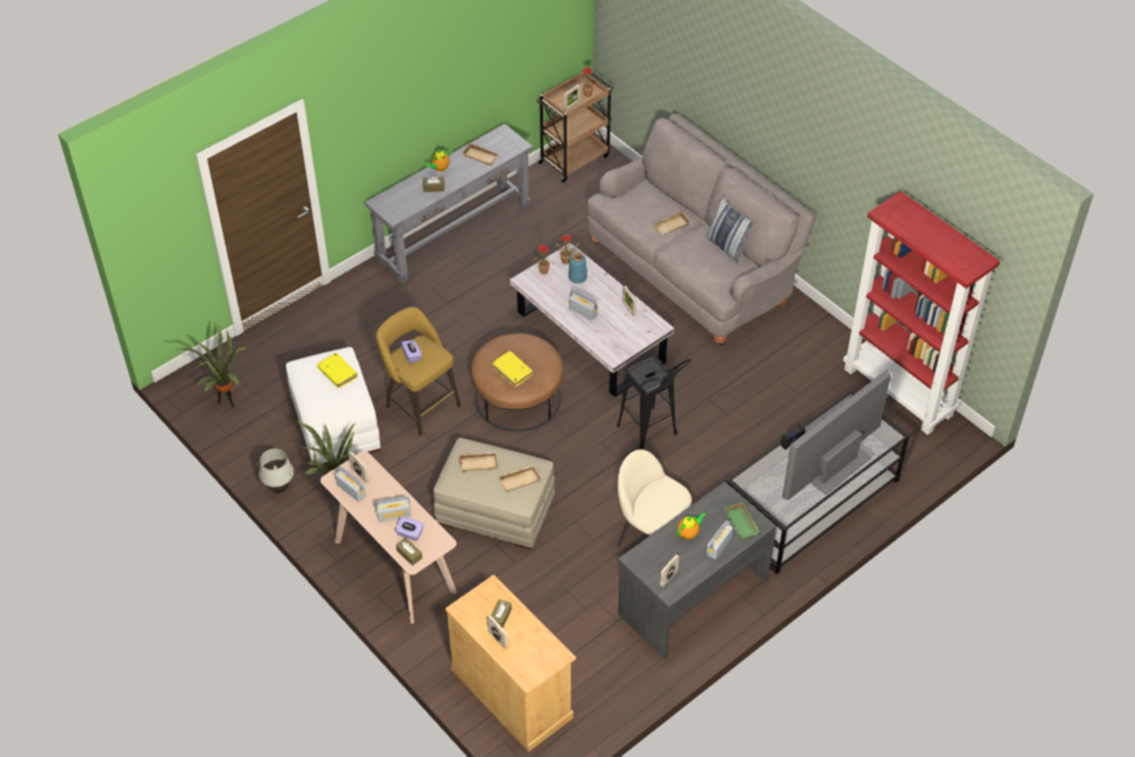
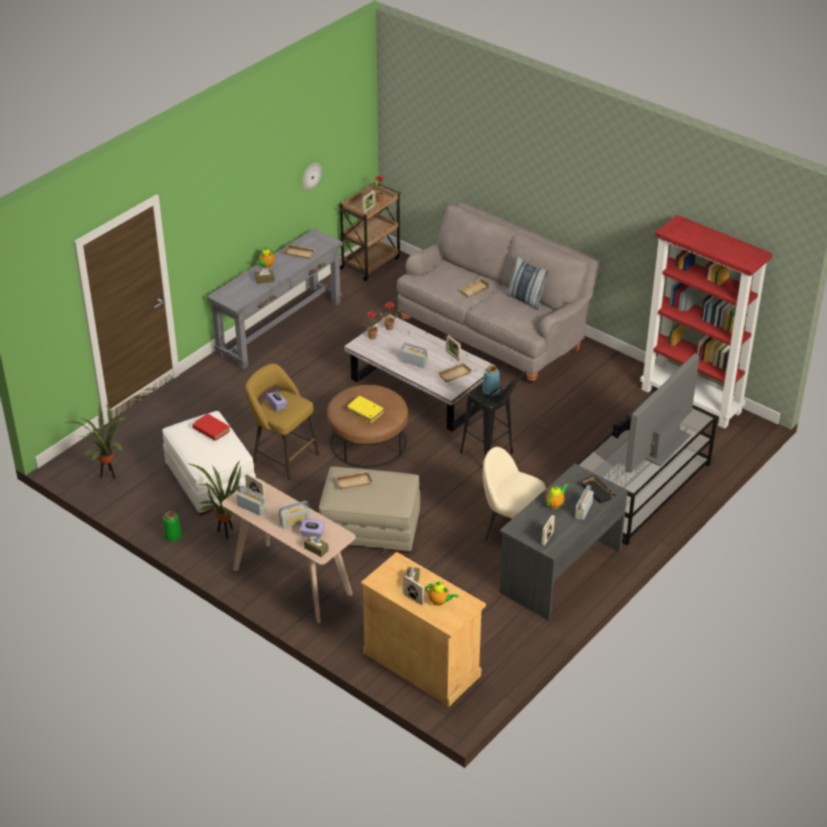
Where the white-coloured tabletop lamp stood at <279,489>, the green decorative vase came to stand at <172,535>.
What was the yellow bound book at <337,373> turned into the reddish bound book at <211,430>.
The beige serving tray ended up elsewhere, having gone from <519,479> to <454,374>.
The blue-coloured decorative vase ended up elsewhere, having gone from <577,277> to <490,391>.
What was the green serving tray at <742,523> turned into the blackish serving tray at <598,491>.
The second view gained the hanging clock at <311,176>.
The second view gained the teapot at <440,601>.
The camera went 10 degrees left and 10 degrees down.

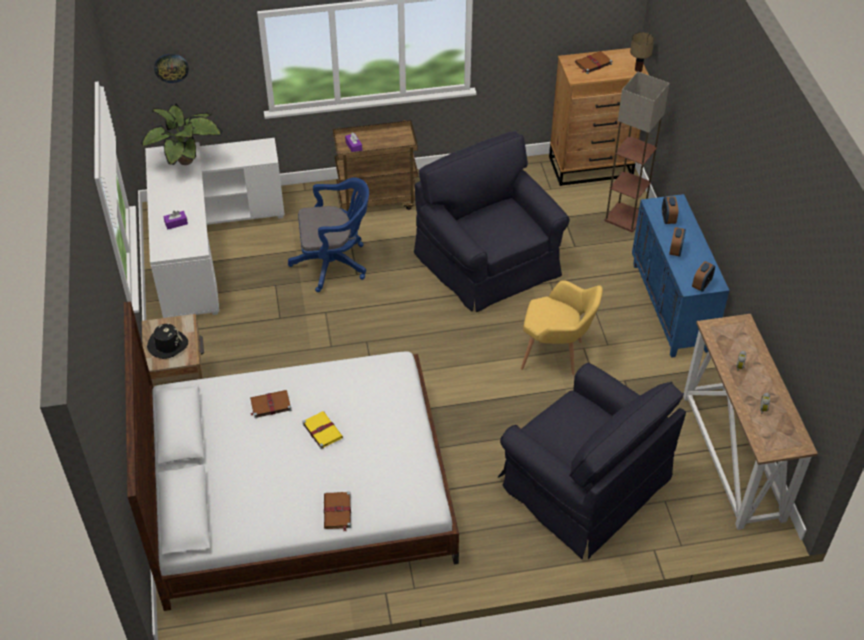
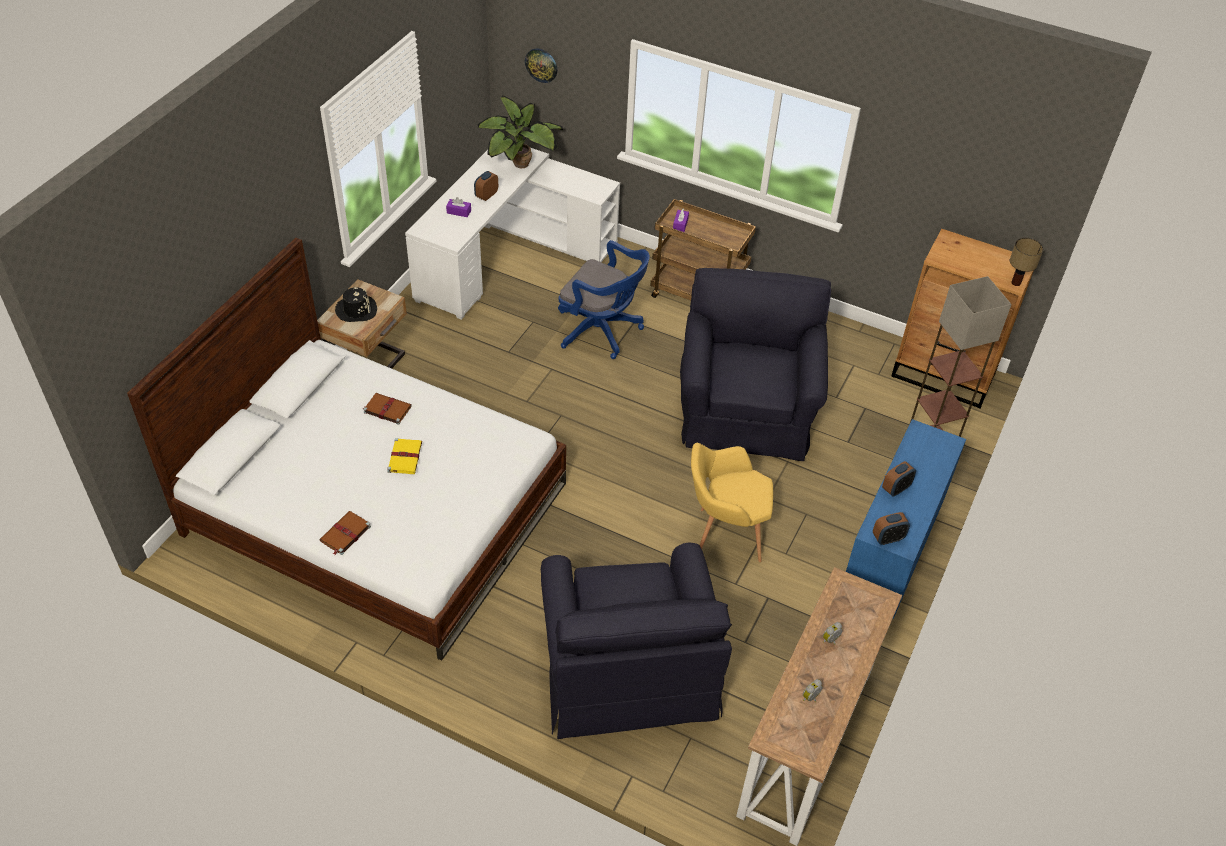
The yellow lounge chair at <556,355> ended up facing another way, 135 degrees clockwise from before.
The second view lost the brown-coloured bound book at <593,63>.
The table clock ended up elsewhere, having gone from <668,219> to <486,195>.
The camera went 35 degrees right and 0 degrees up.

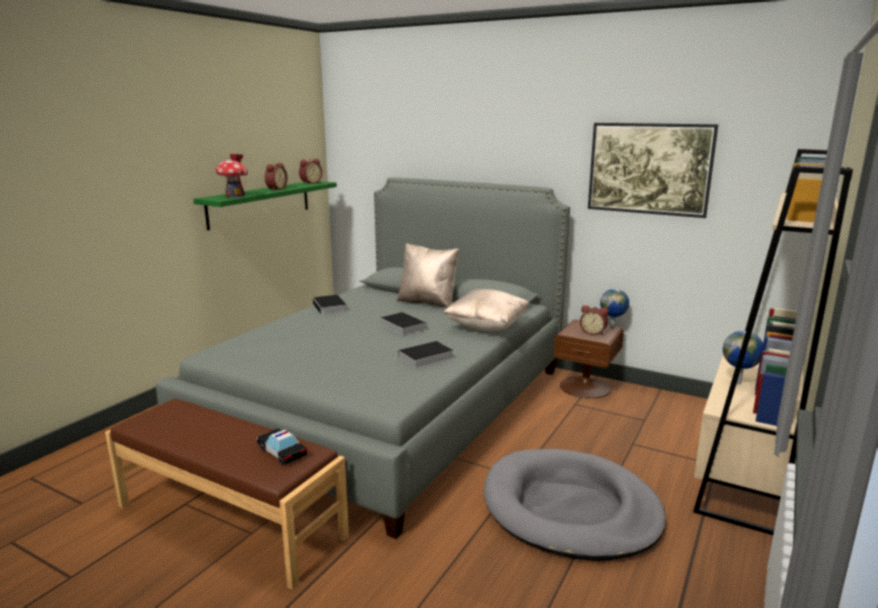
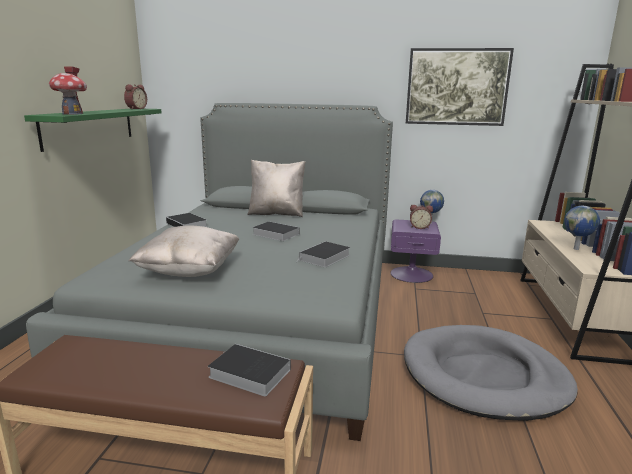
Where the model car stood at <282,452>, the bound book came to stand at <247,373>.
The second view lost the table clock at <275,189>.
The beige throw pillow ended up elsewhere, having gone from <486,326> to <190,271>.
What was the brown-coloured bedside table at <585,386> turned into the purple-coloured bedside table at <411,274>.
The camera went 20 degrees left and 0 degrees up.

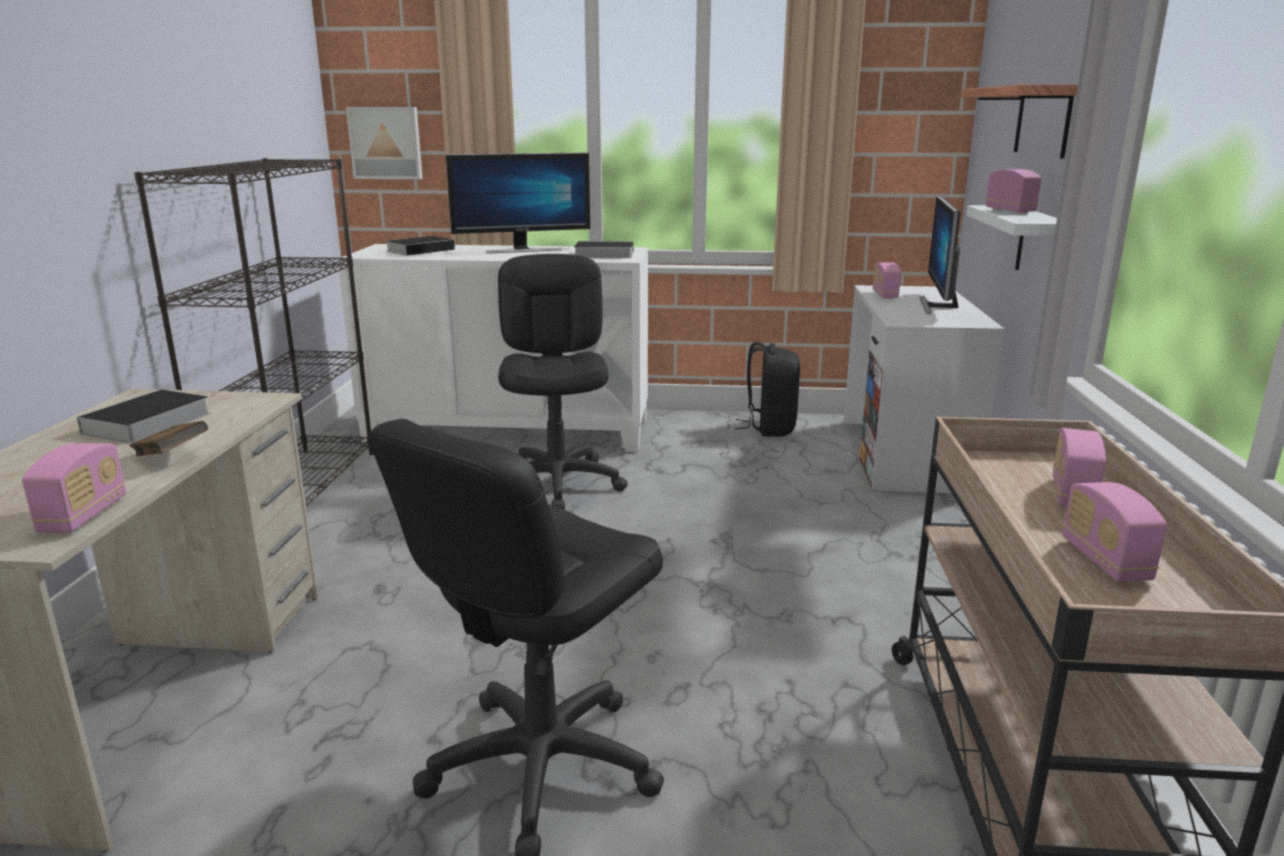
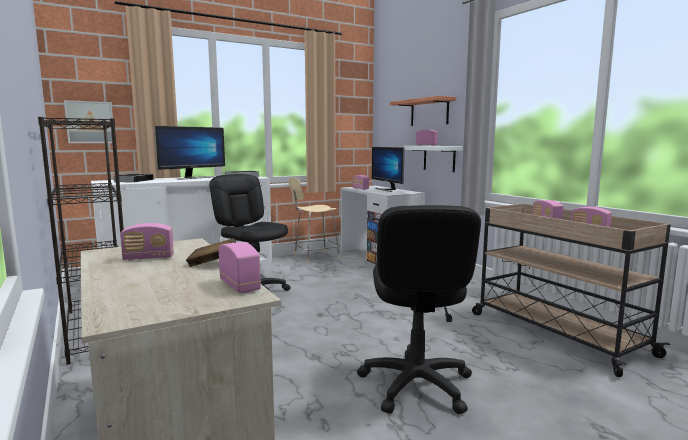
Where the bound book stood at <145,424>, the radio came to stand at <149,258>.
Where the blackish rucksack stood at <769,428>, the beige chair came to stand at <315,257>.
The camera went 35 degrees left and 10 degrees down.

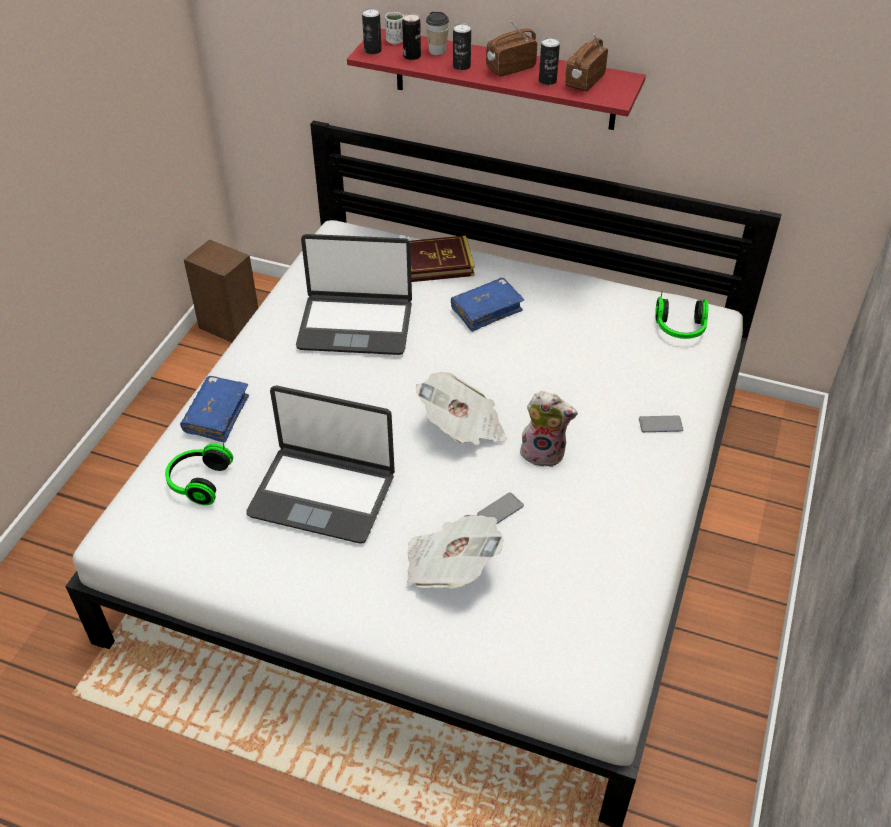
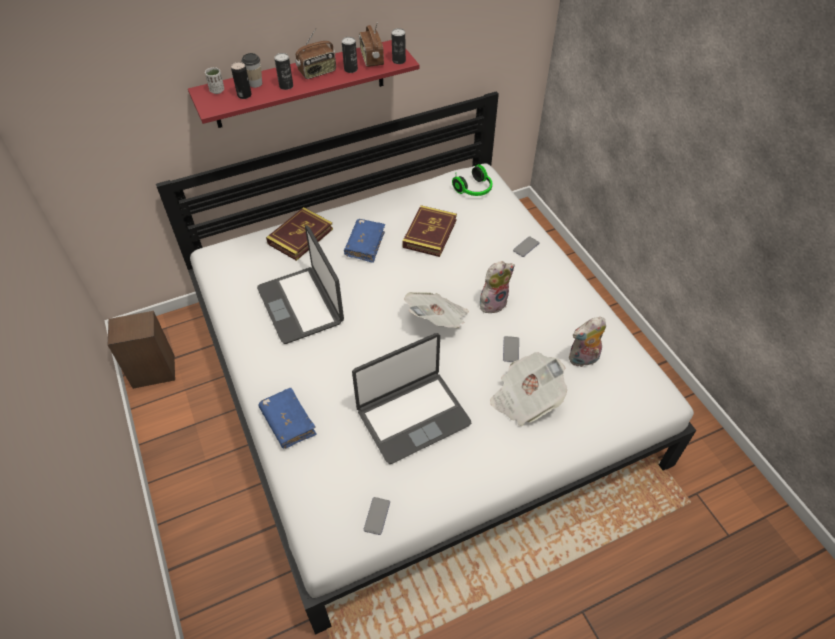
The second view lost the headset at <198,482>.
The portable computer at <355,325> ended up facing another way, 105 degrees clockwise from before.
The metal can ended up elsewhere, having gone from <372,50> to <399,61>.
The radio at <510,68> ended up facing another way, 135 degrees counterclockwise from before.
The second view gained the phone at <377,516>.
The second view gained the bound book at <430,233>.
The second view gained the soft toy at <583,360>.
The camera went 45 degrees left and 5 degrees up.

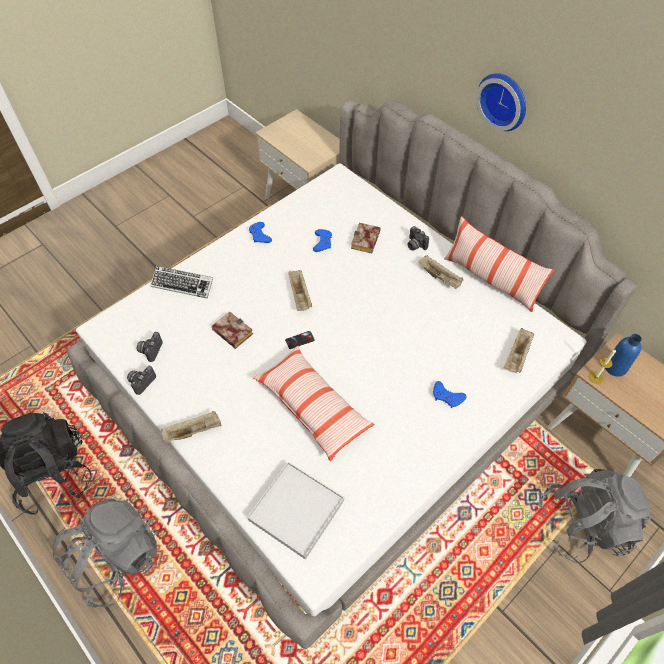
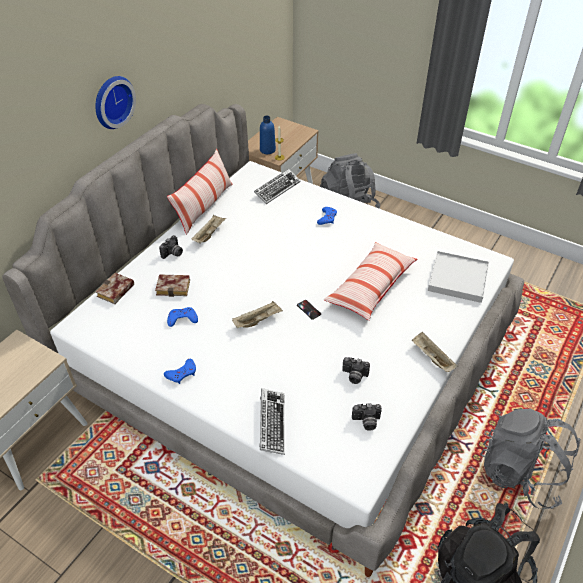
The still camera ended up elsewhere, having gone from <141,381> to <354,376>.
The bound book ended up elsewhere, having gone from <231,332> to <116,292>.
Where the beige serving tray stood at <517,356>, the keyboard came to stand at <277,189>.
The camera went 105 degrees left and 10 degrees down.

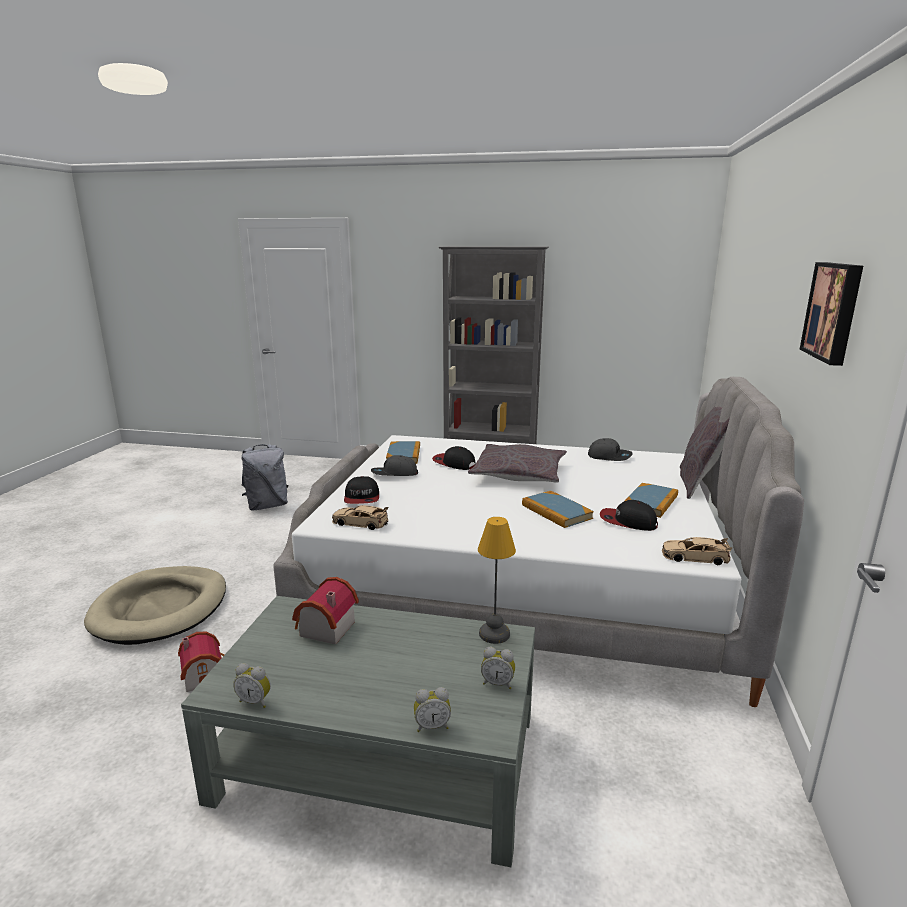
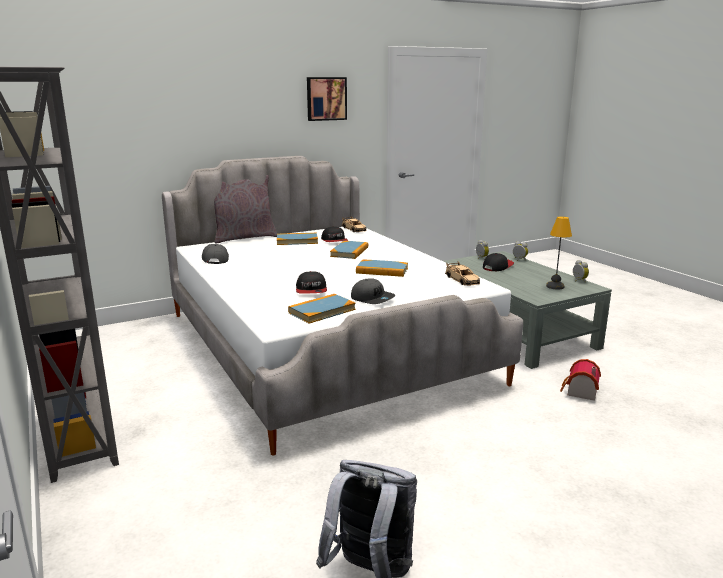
The second view lost the beige dog bed at <161,608>.
The second view lost the miniature house at <323,629>.
The baseball cap ended up elsewhere, having gone from <362,498> to <497,266>.
The second view lost the grey throw pillow at <519,474>.
The tabletop lamp ended up elsewhere, having gone from <495,634> to <554,286>.
The second view gained the bound book at <382,270>.
The camera went 130 degrees left and 0 degrees up.

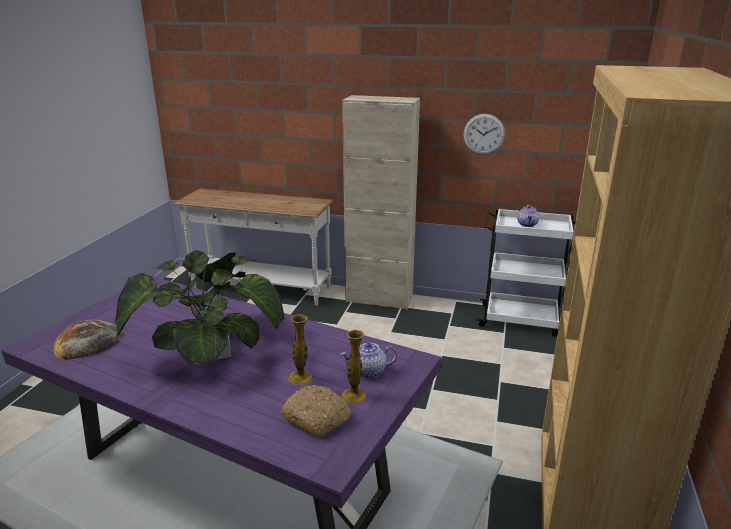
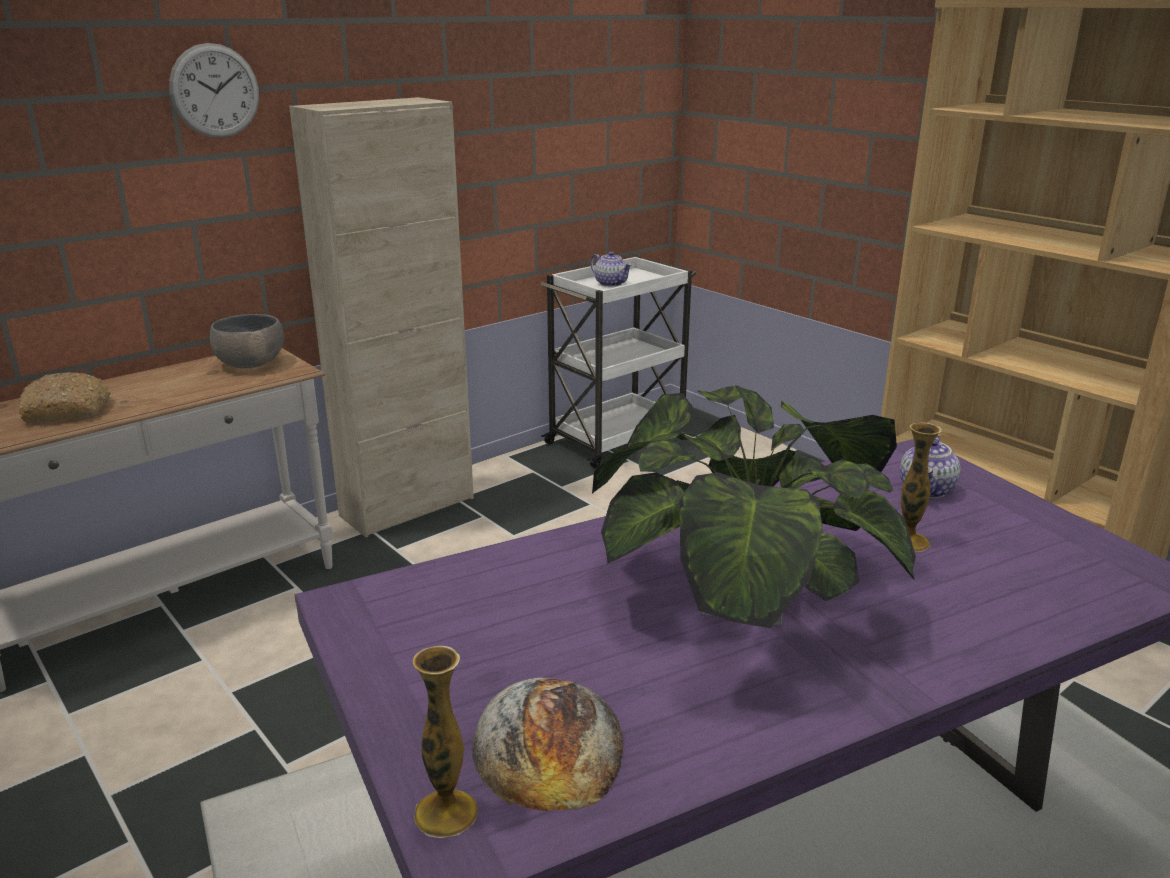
The bakery bread ended up elsewhere, having gone from <317,418> to <68,410>.
The decorative vase ended up elsewhere, having gone from <353,396> to <446,813>.
The hanging clock ended up elsewhere, having gone from <483,134> to <215,91>.
The second view gained the grey serving bowl at <250,363>.
The camera went 55 degrees left and 0 degrees up.

